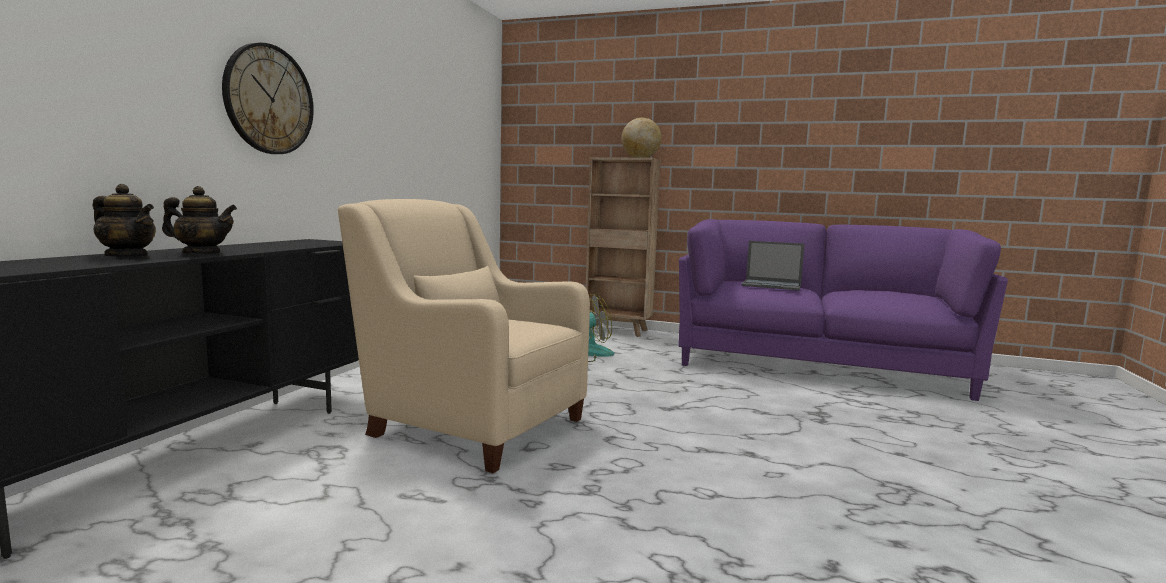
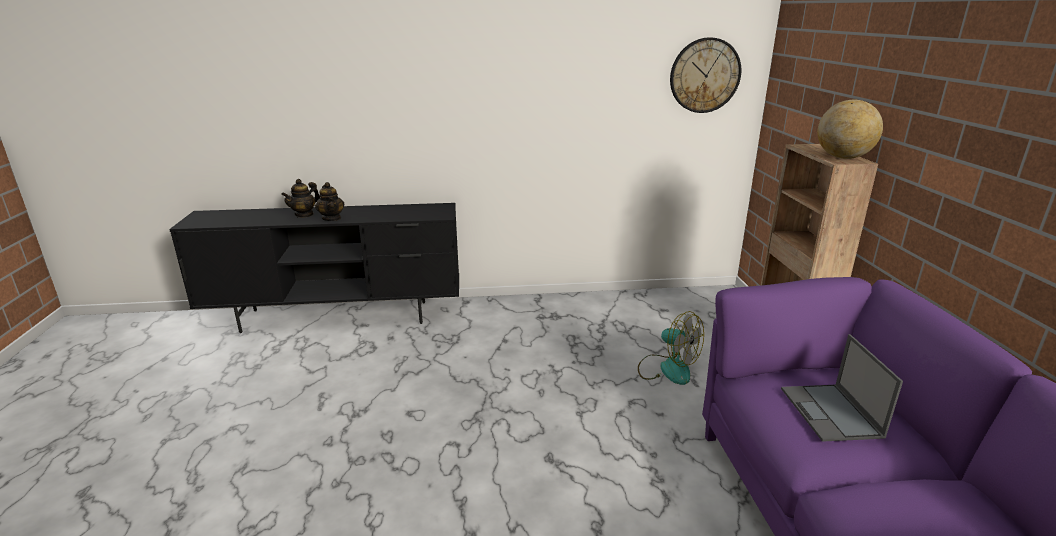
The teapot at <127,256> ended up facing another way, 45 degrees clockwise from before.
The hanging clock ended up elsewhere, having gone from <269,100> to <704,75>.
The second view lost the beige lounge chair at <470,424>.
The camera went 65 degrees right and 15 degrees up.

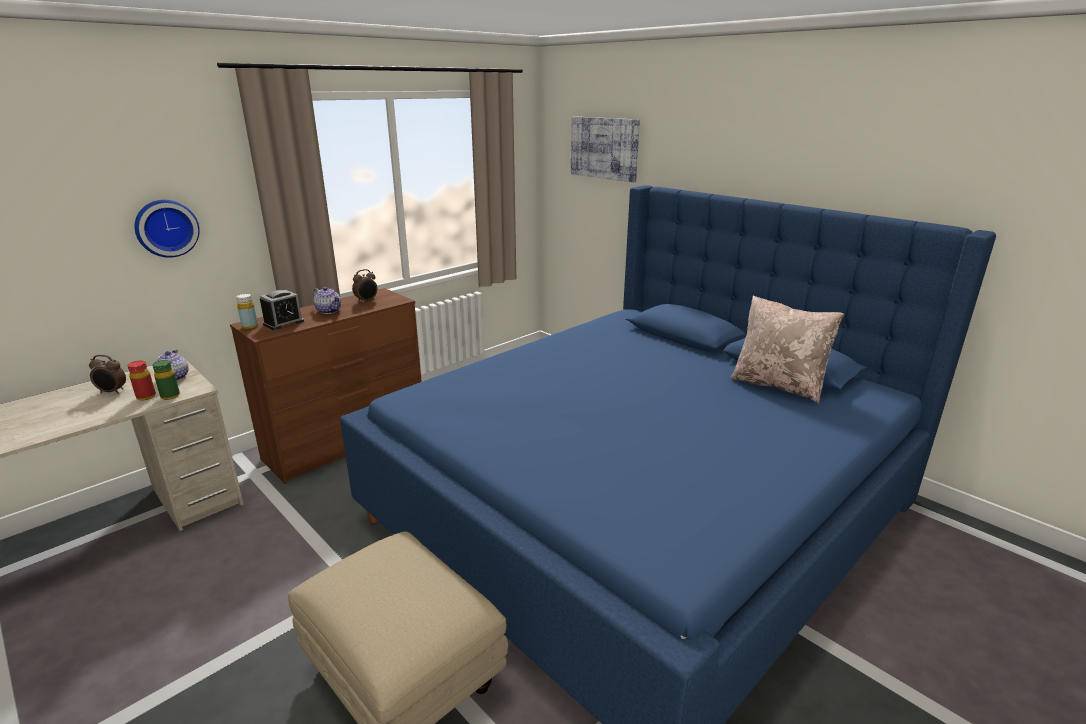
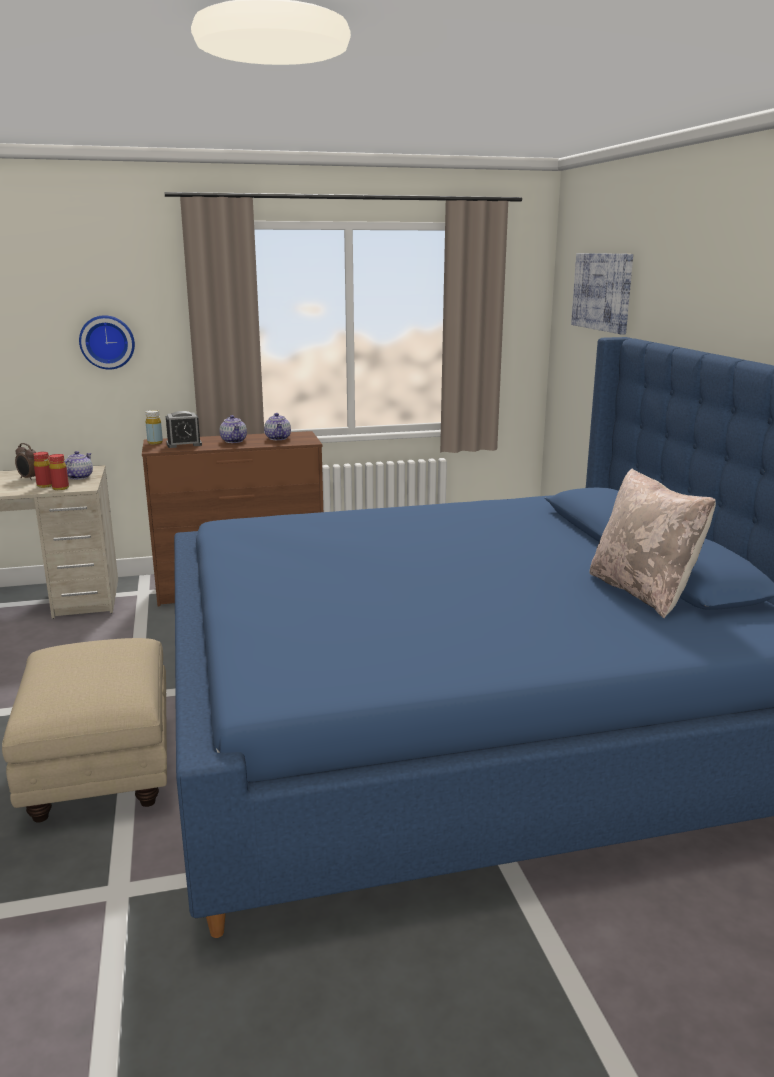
What was the green beverage bottle at <170,396> turned into the reddish beverage bottle at <60,488>.
Where the table clock stood at <366,301>, the teapot came to stand at <278,438>.
The camera went 30 degrees right and 5 degrees down.

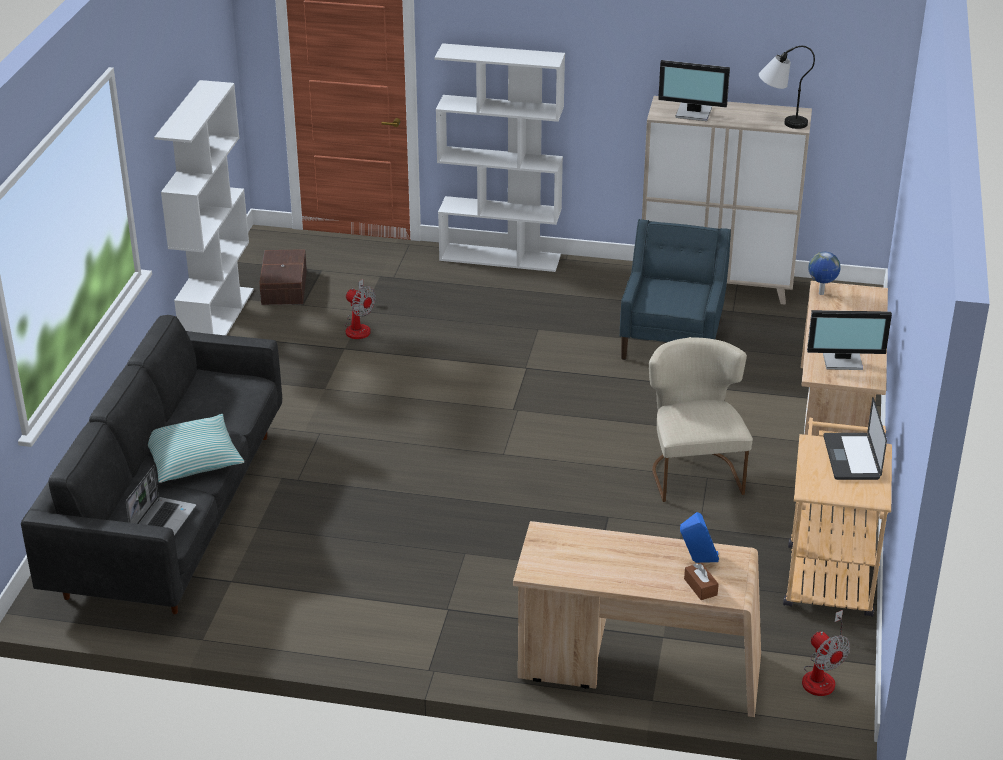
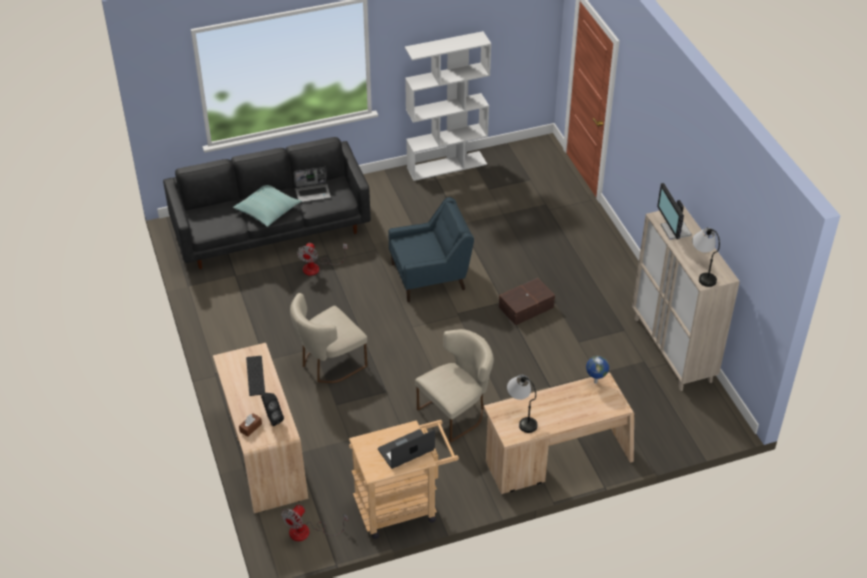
The portable computer ended up elsewhere, having gone from <163,520> to <313,193>.
The brown-coloured storage container ended up elsewhere, having gone from <283,287> to <525,307>.
The cooling fan ended up elsewhere, having gone from <359,327> to <317,267>.
The second view lost the white-coloured bookcase at <500,257>.
The blue-coloured lounge chair ended up elsewhere, having gone from <672,339> to <430,276>.
What was the blue-coloured loudspeaker at <697,561> turned into the blackish loudspeaker at <272,419>.
Where the computer screen stood at <843,361>, the tabletop lamp came to stand at <522,417>.
The second view gained the keyboard at <254,375>.
The second view gained the beige chair at <328,364>.
The camera went 60 degrees right and 10 degrees up.

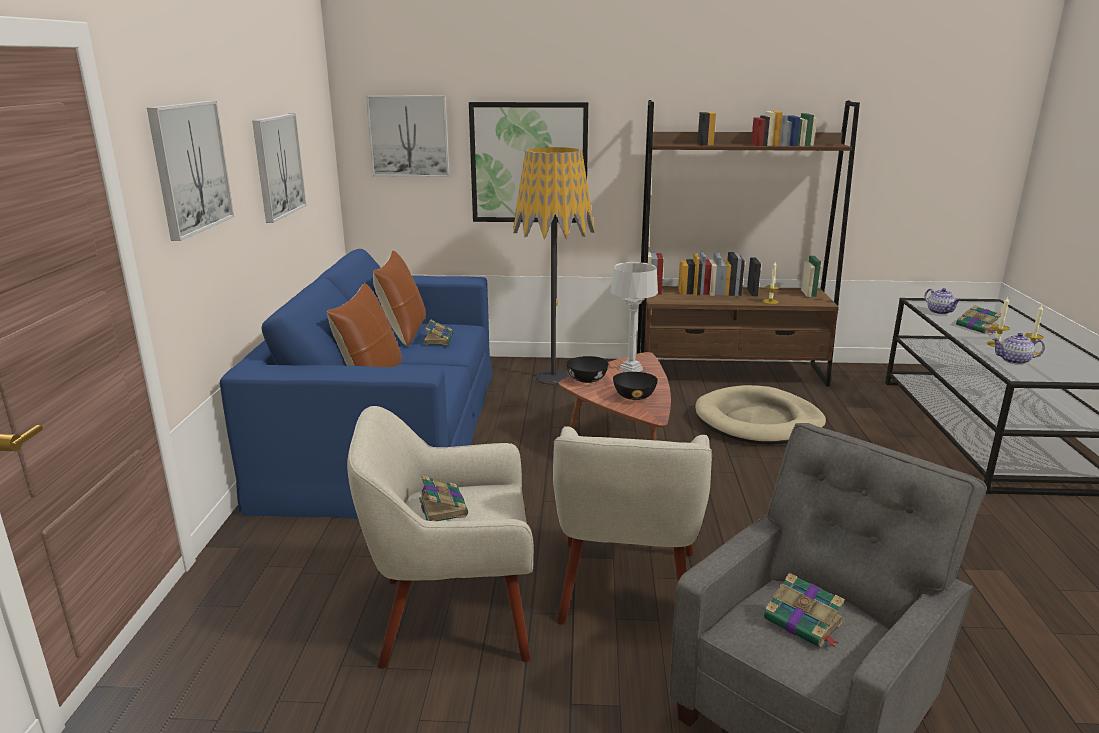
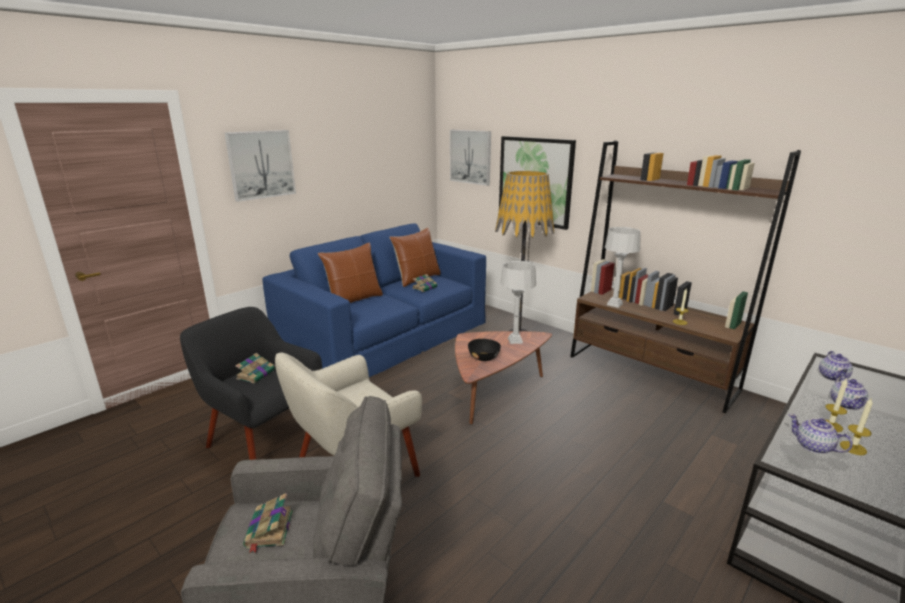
The second view lost the picture at <278,166>.
What was the beige lounge chair at <451,615> turned into the blackish lounge chair at <264,440>.
The second view lost the blackish serving bowl at <587,380>.
The second view lost the beige dog bed at <758,421>.
Where the bound book stood at <978,328>, the teapot came to stand at <846,405>.
The second view gained the grey tabletop lamp at <614,304>.
The camera went 40 degrees right and 0 degrees up.

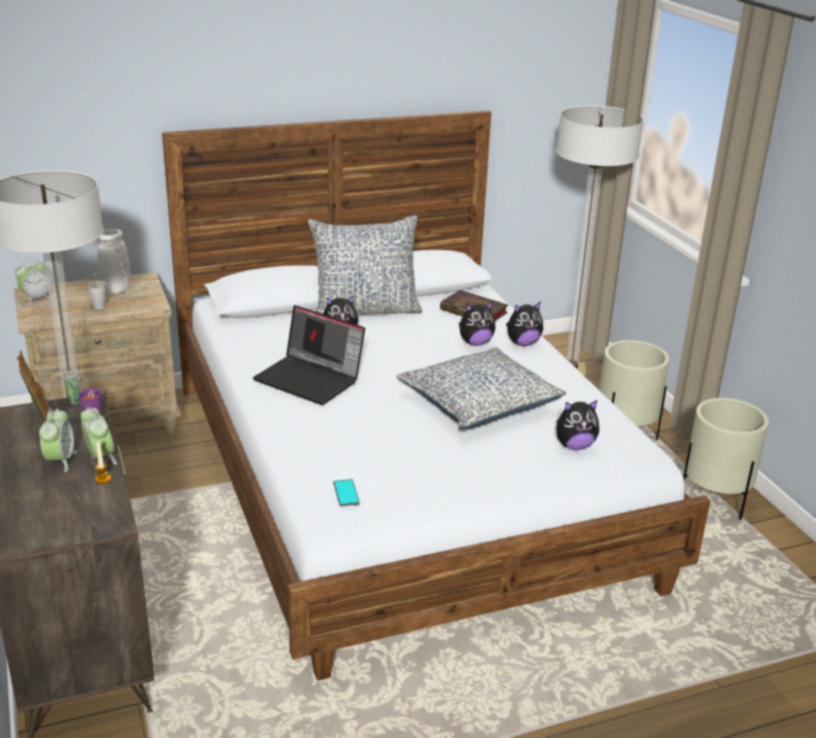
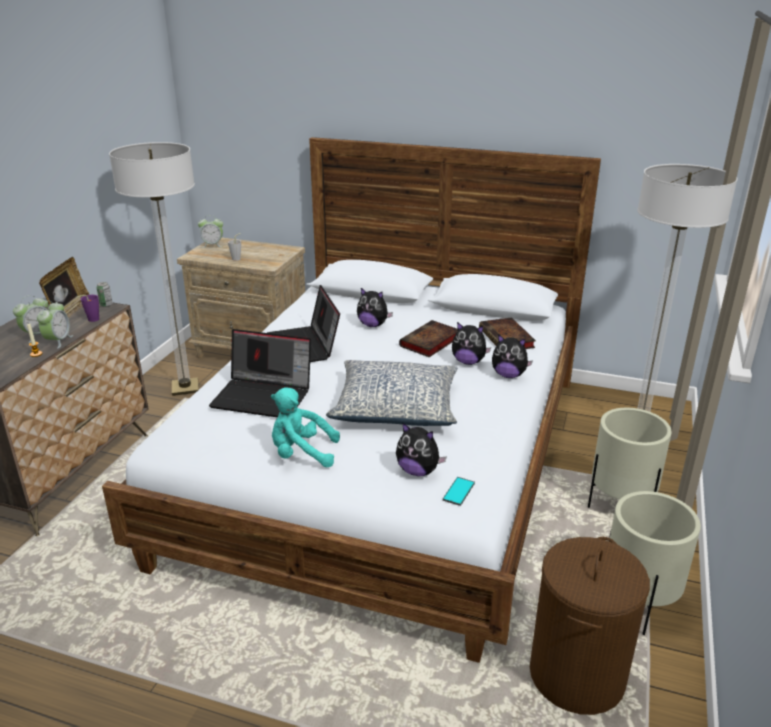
The second view lost the white-coloured decorative vase at <115,290>.
The second view lost the throw pillow at <365,310>.
The phone ended up elsewhere, having gone from <346,493> to <458,491>.
The second view gained the portable computer at <264,396>.
The second view gained the blue-green soft toy at <301,454>.
The second view gained the bound book at <429,343>.
The second view gained the brown-coloured washing basket at <577,675>.
The camera went 40 degrees right and 0 degrees up.

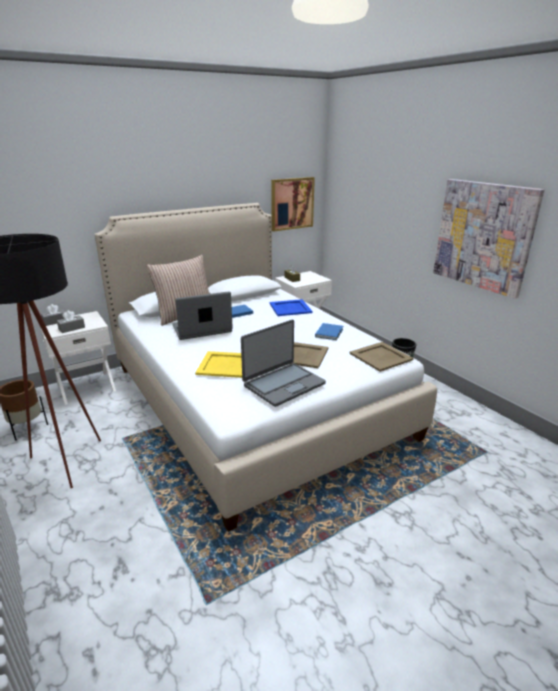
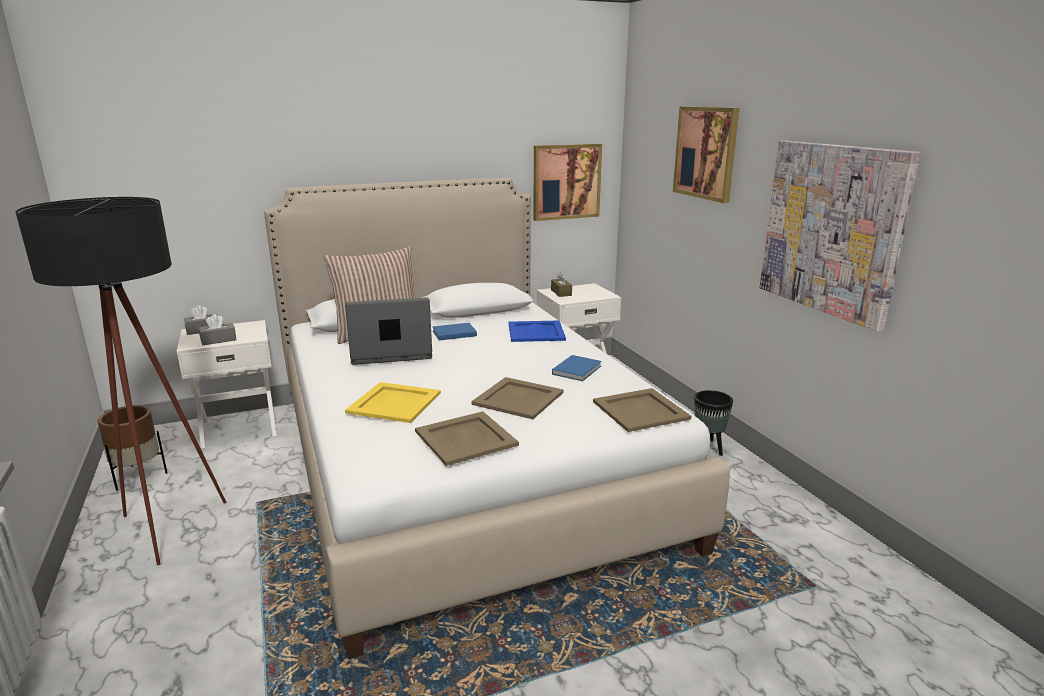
Where the portable computer stood at <283,384>, the beige serving tray came to stand at <466,438>.
The second view gained the picture at <706,153>.
The camera went 10 degrees right and 5 degrees down.

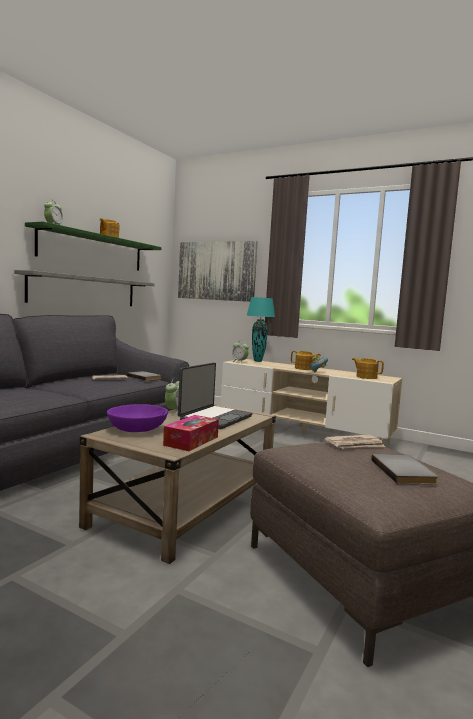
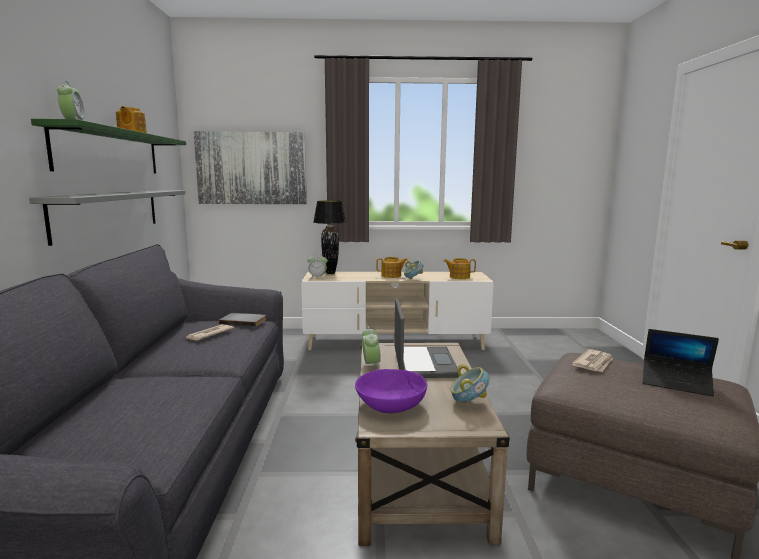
Where the tissue holder stood at <191,441>, the serving bowl came to stand at <468,403>.
What was the blue-green tabletop lamp at <258,361> turned into the blackish tabletop lamp at <330,273>.
Where the grey bound book stood at <405,472>, the portable computer came to stand at <676,383>.
The camera went 30 degrees left and 5 degrees up.

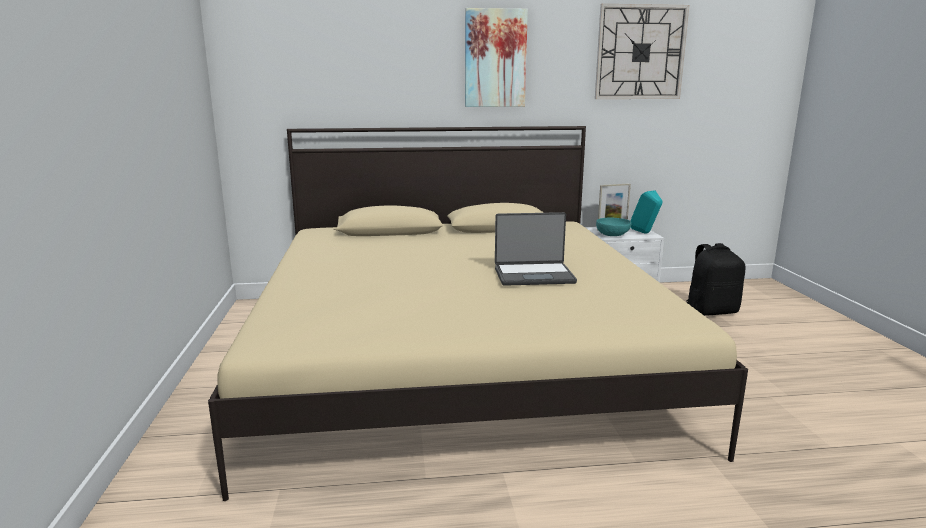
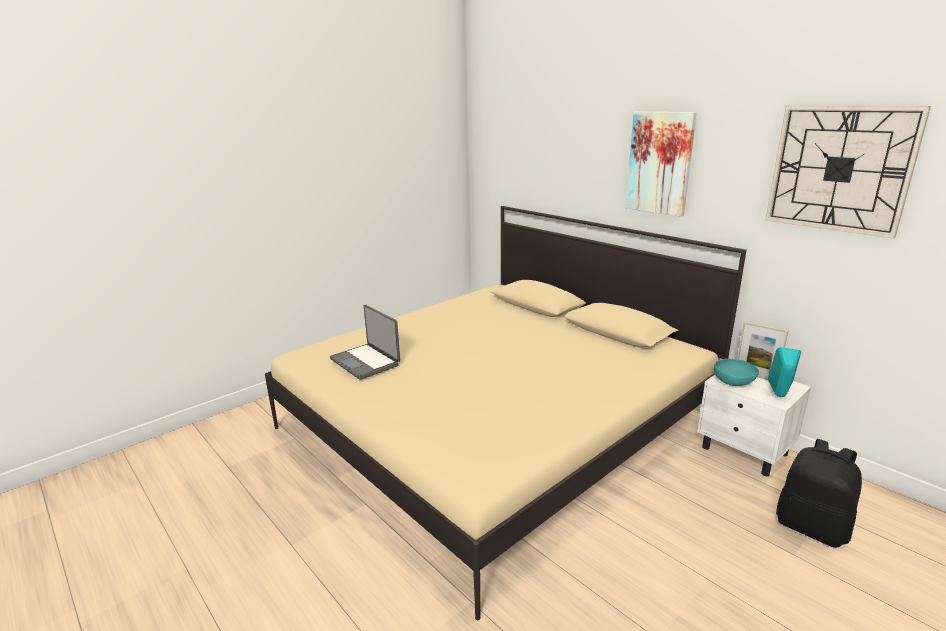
The portable computer ended up elsewhere, having gone from <534,275> to <366,362>.
The camera went 55 degrees right and 5 degrees up.

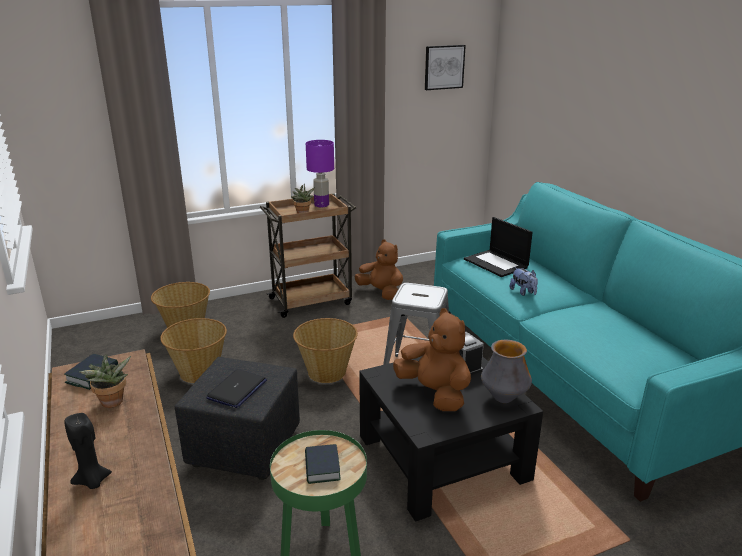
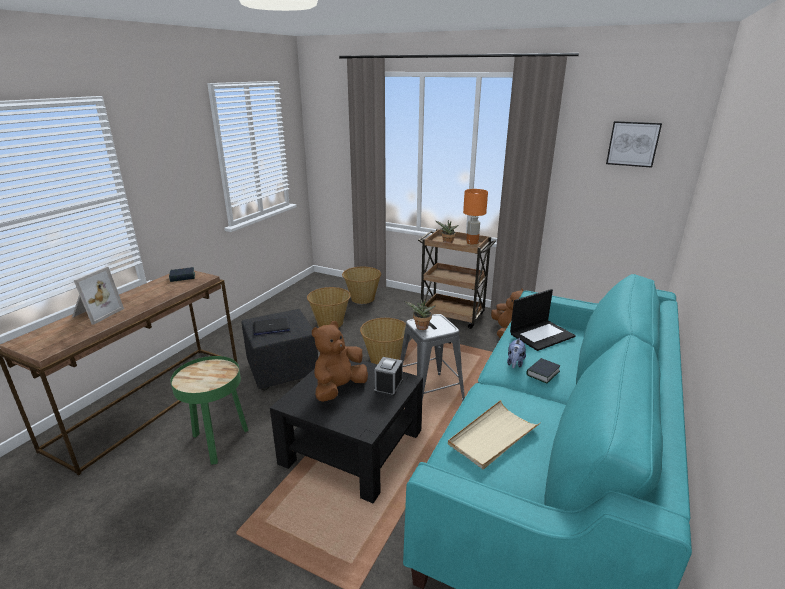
Where the blackish wax light stood at <92,481>, the photo frame came to stand at <96,313>.
The potted plant ended up elsewhere, having gone from <112,404> to <421,328>.
The bound book ended up elsewhere, having gone from <322,468> to <542,373>.
What was the purple-coloured tabletop lamp at <322,205> turned into the orangey tabletop lamp at <472,242>.
The brown-coloured soft toy at <434,393> ended up facing another way, 150 degrees counterclockwise from before.
The portable computer at <496,263> ended up facing another way, 135 degrees counterclockwise from before.
The second view lost the decorative vase at <503,398>.
The second view gained the beige serving tray at <492,436>.
The camera went 50 degrees right and 0 degrees up.

